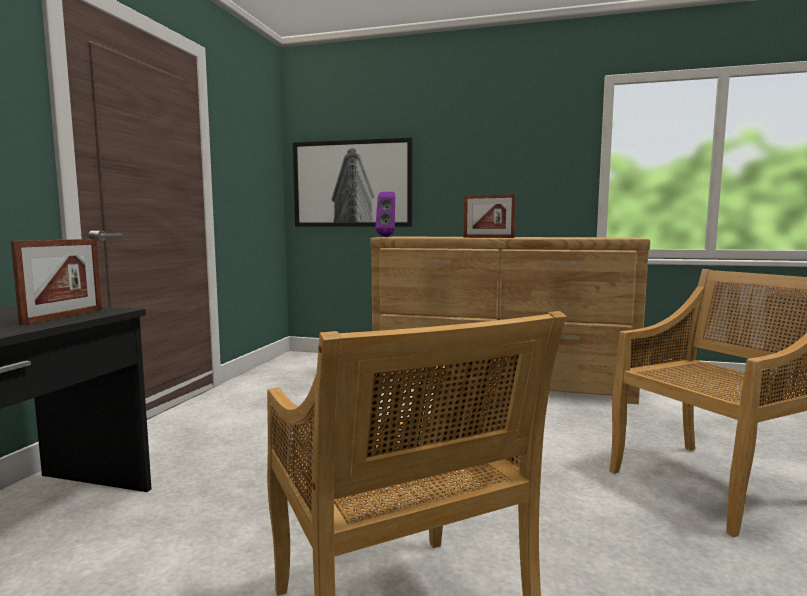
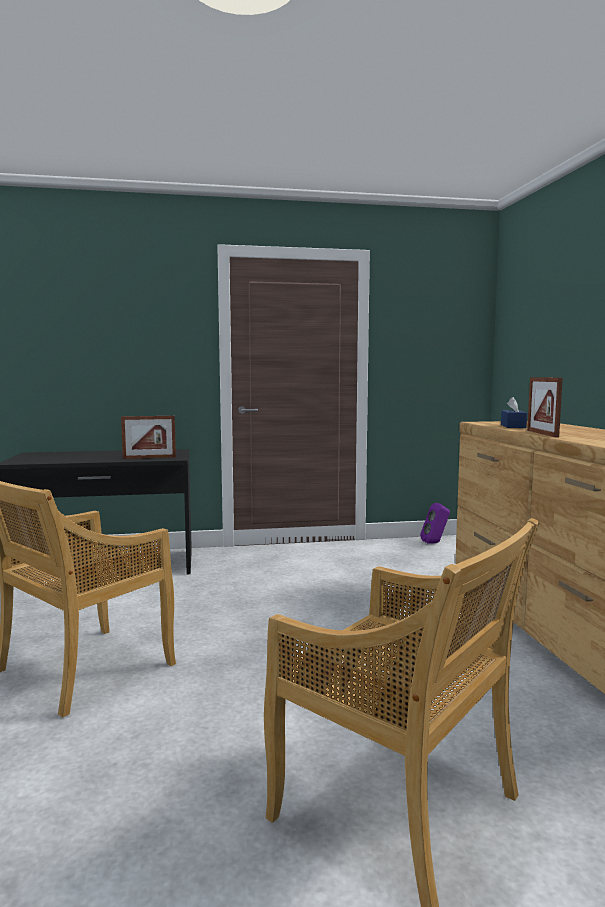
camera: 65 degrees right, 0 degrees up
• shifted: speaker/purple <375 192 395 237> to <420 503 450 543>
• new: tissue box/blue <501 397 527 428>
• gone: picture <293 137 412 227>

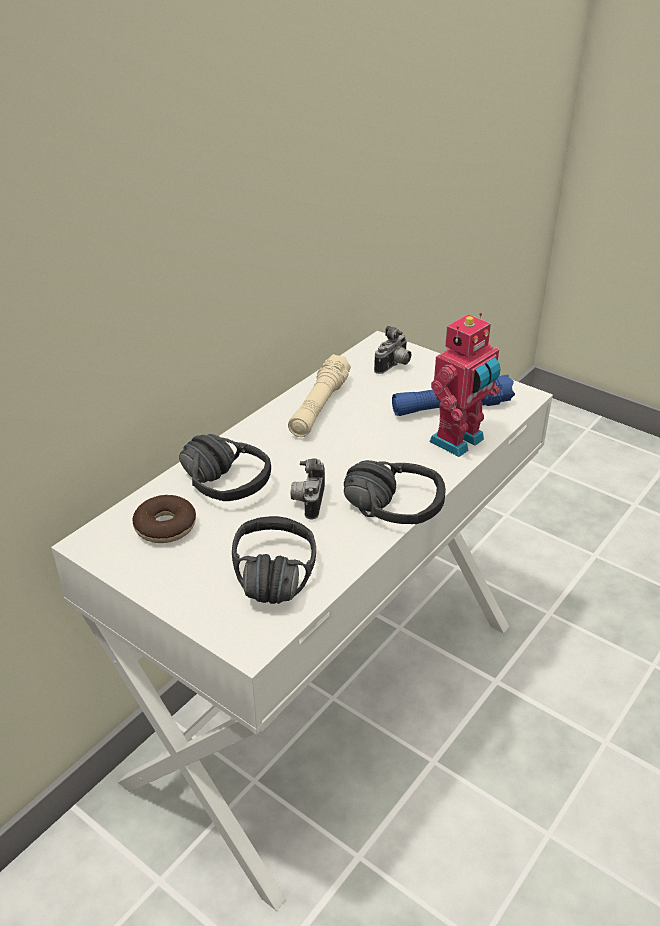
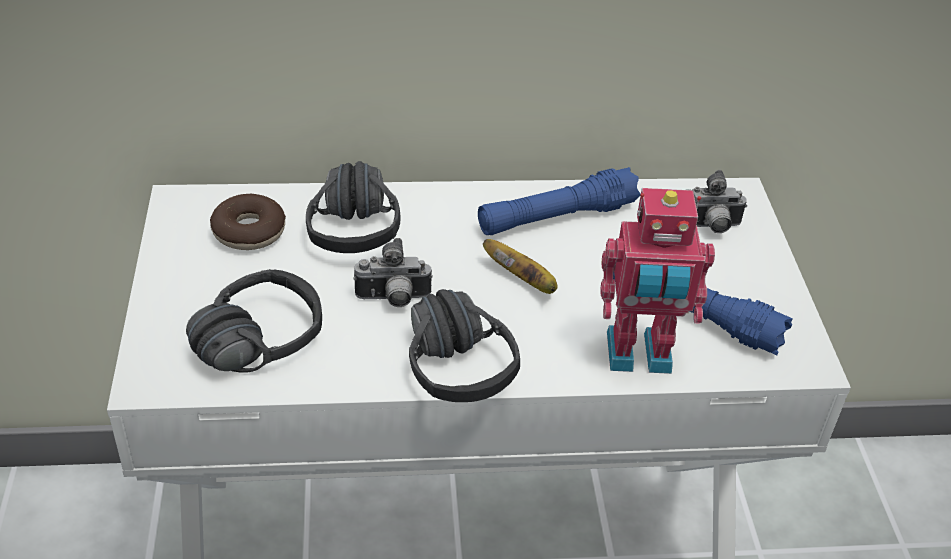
camera: 45 degrees right, 5 degrees up
• rotated: photo camera <291 458 325 520> = <353 238 433 307> 150 degrees counterclockwise
• repainted: flashlight/beige <288 354 351 437> to flashlight/blue <478 167 641 235>
• new: banana <483 239 558 294>

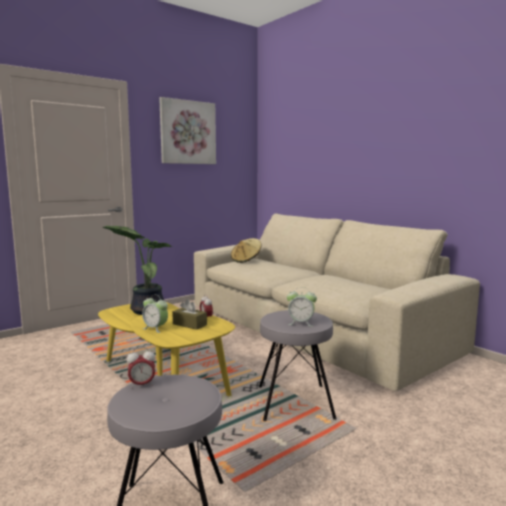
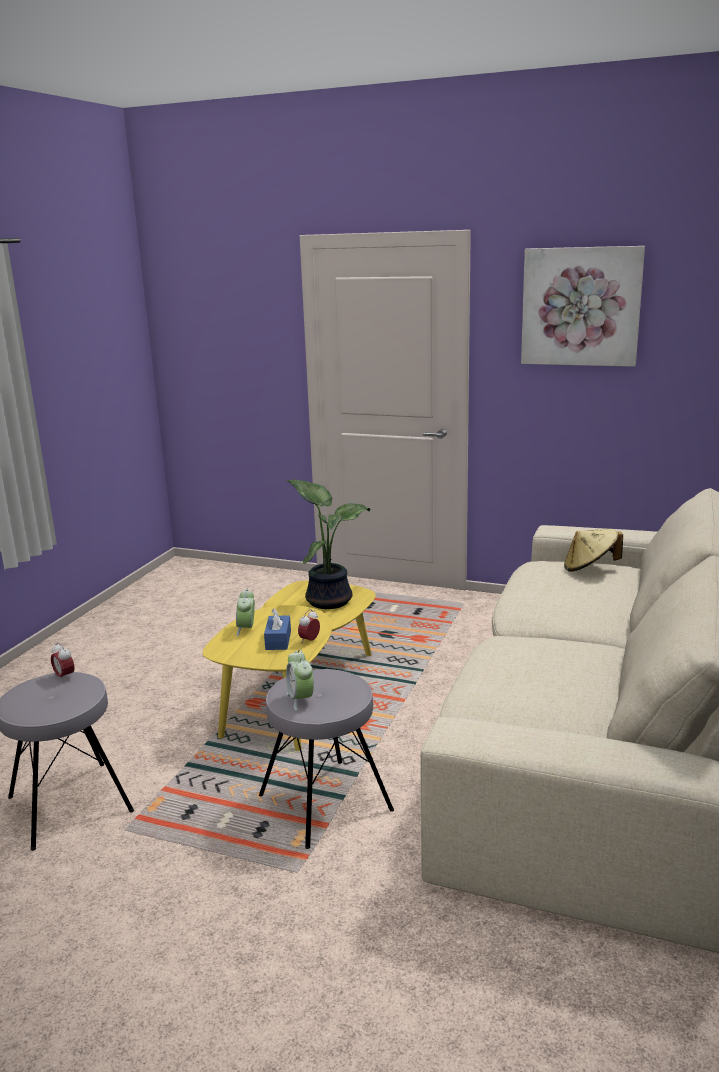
camera: 60 degrees right, 10 degrees up
• repainted: tissue box/brown <172 299 207 330> to tissue box/blue <264 608 291 650>

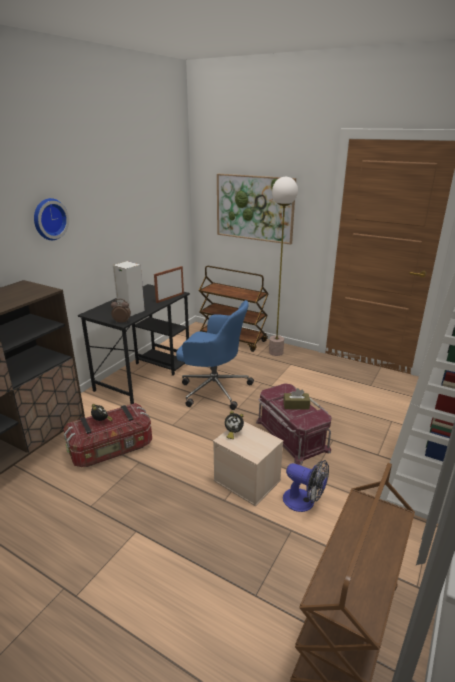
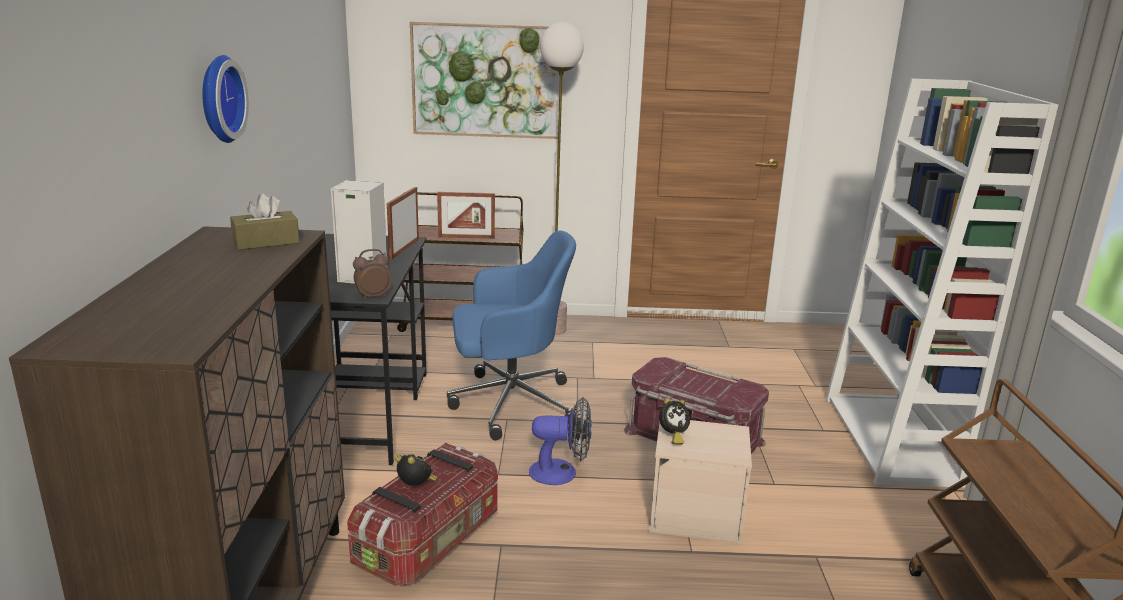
camera: 30 degrees left, 5 degrees down
• shifted: tissue box/brown <283 388 310 410> to <230 193 299 250>
• new: picture frame <437 192 495 239>
• shifted: fan <283 460 329 512> to <529 397 592 485>

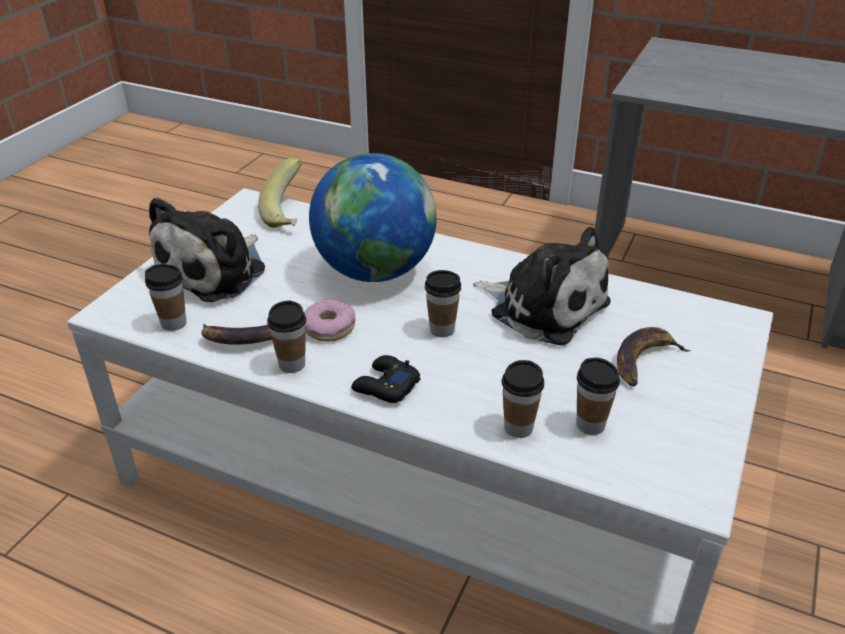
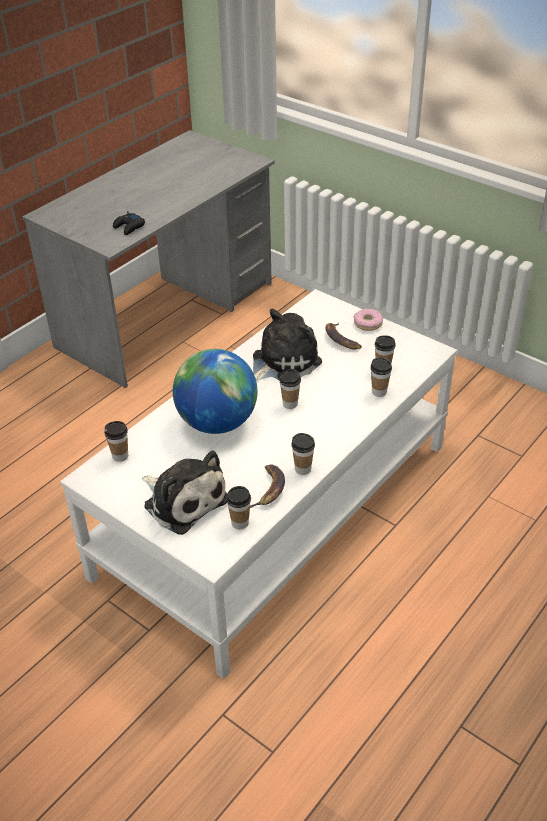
camera: 75 degrees left, 5 degrees up
• swapped: banana <258 158 302 228> to cup <104 421 128 462>
• shifted: game controller/black <351 355 421 403> to <113 211 145 235>
• shifted: donut <304 299 356 342> to <353 309 383 331>

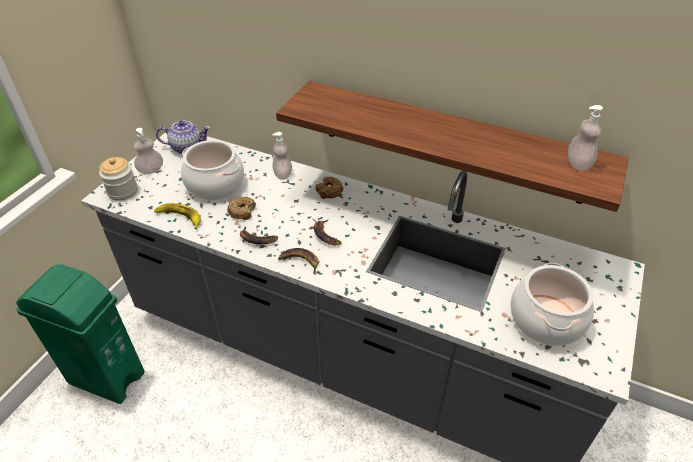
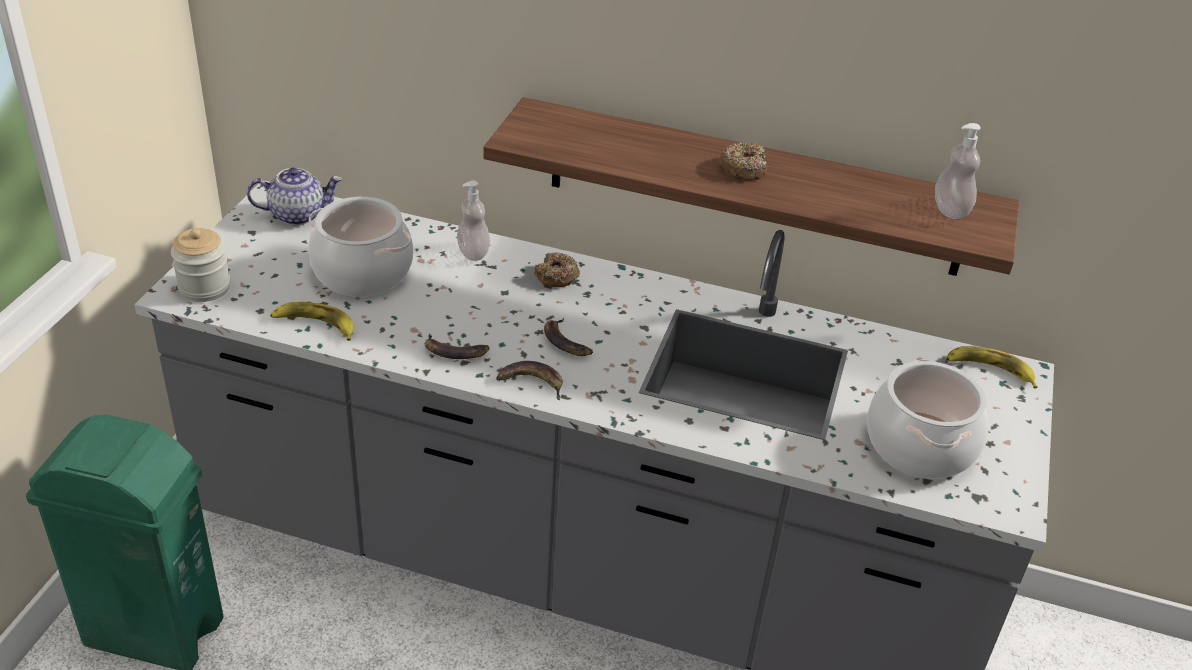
camera: 10 degrees left, 5 degrees down
• shifted: donut <227 196 256 220> to <719 142 767 180>
• new: banana <946 346 1038 388>
• gone: soap dispenser <133 128 163 175>

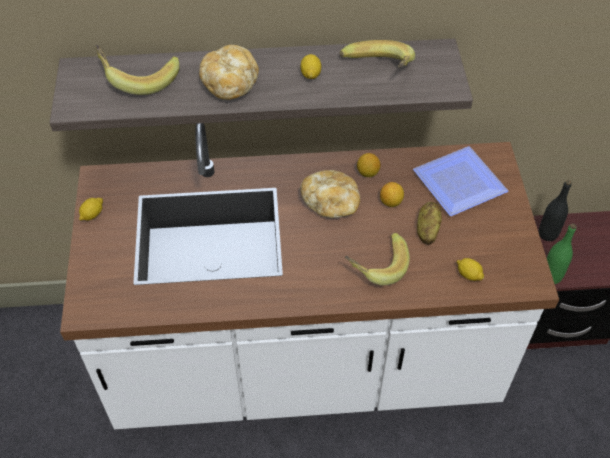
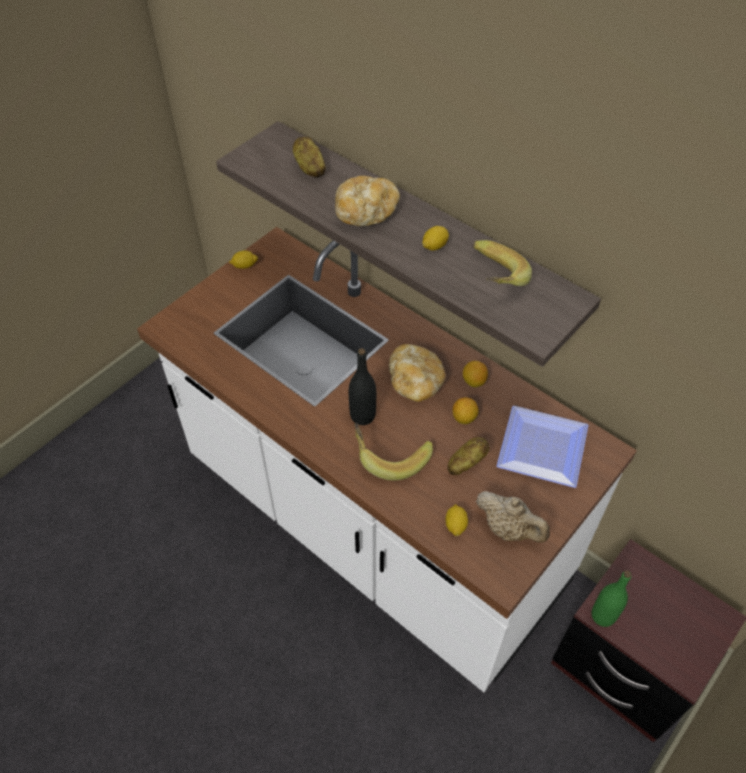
camera: 45 degrees right, 0 degrees up
• swapped: banana <95 45 180 95> to potato <293 136 326 177>
• shifted: bottle/black <539 180 571 241> to <349 348 376 425>
• new: teapot/beige <476 491 550 543>

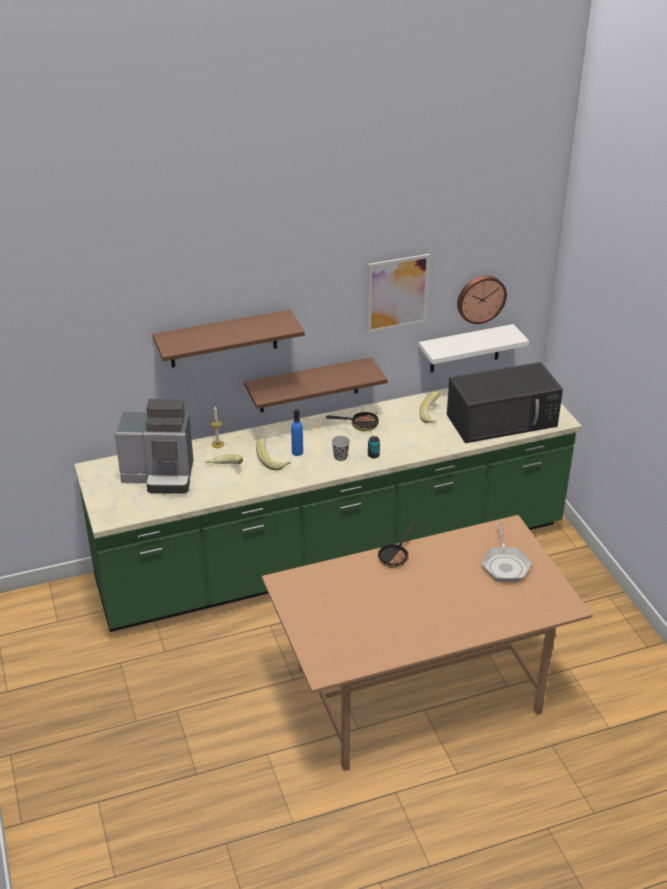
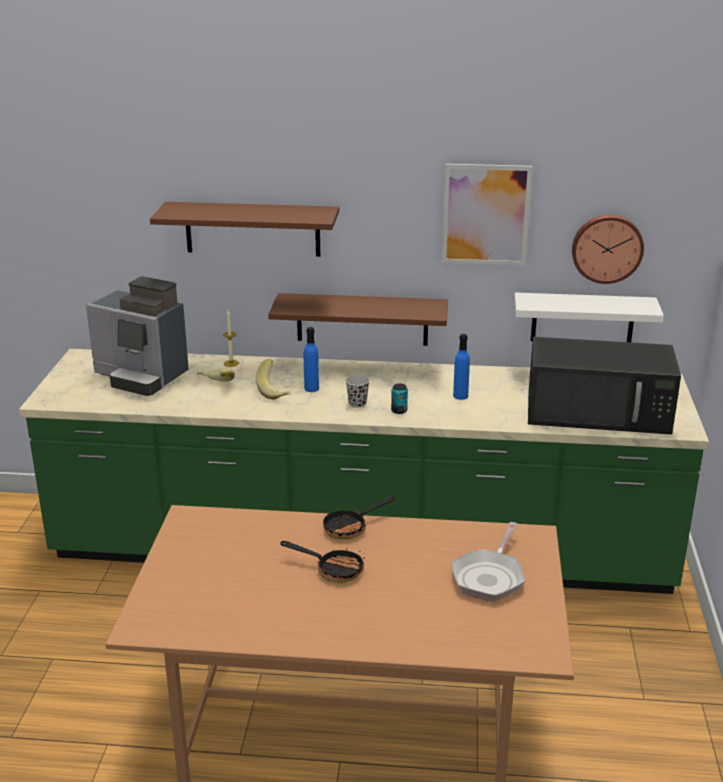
camera: 25 degrees right, 10 degrees down
• shifted: frying pan <326 410 379 431> to <280 541 365 583>
• new: bottle/blue <453 334 470 400>
• gone: banana <419 391 440 424>

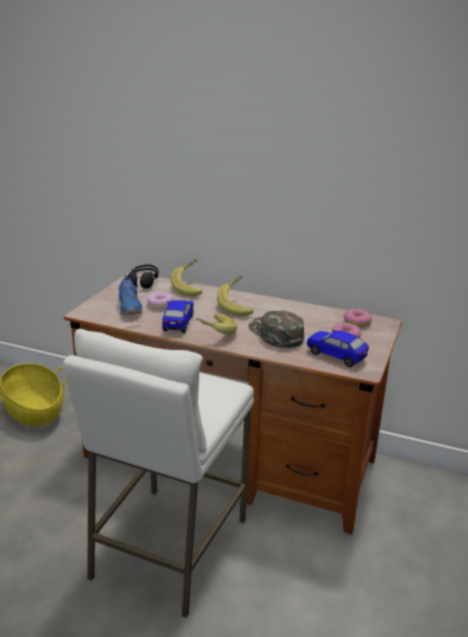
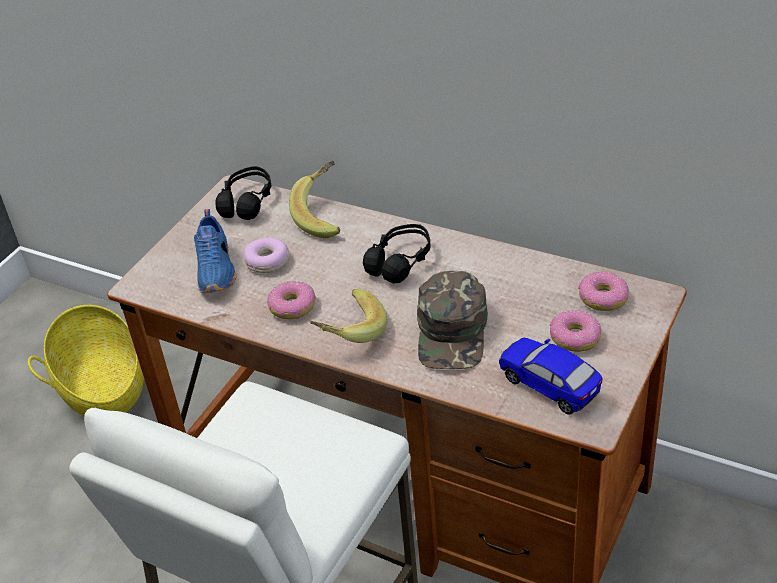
camera: 10 degrees right, 15 degrees up
• swapped: toy car <162 300 194 333> to donut <267 281 316 319>
• swapped: banana <217 276 253 317> to headphones/black <363 224 431 283>
• rotated: cap/green <248 311 304 348> = <417 270 488 369> 150 degrees counterclockwise

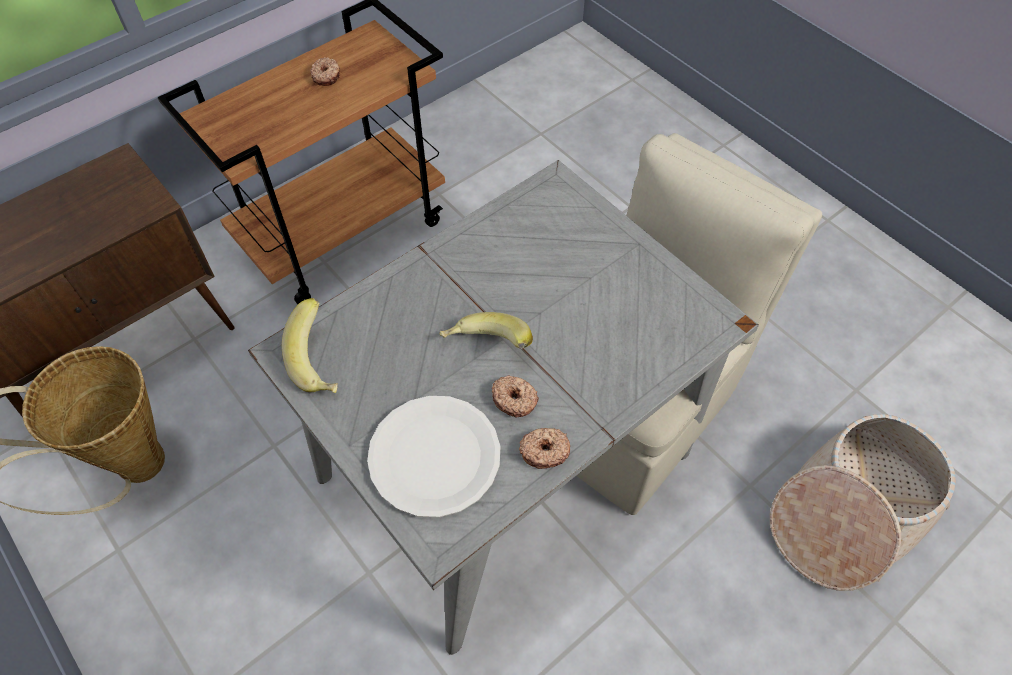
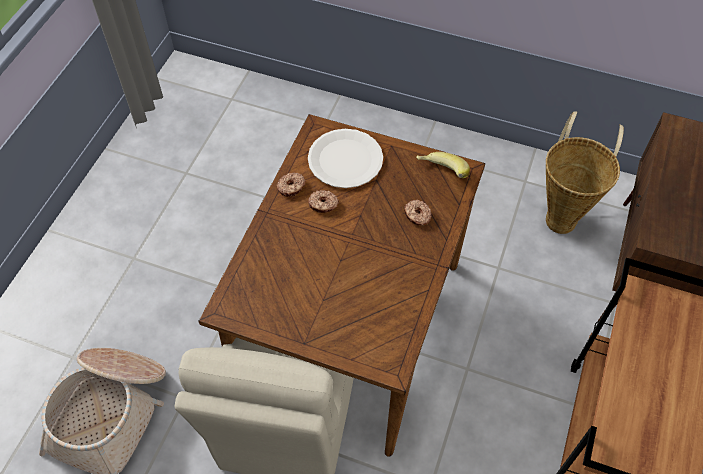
camera: 150 degrees right, 0 degrees up
• repainted: dining table/grey <248 160 759 655> to dining table/brown <198 114 485 457>
• shifted: donut <310 57 340 86> to <404 200 432 225>
• gone: banana <440 312 533 349>

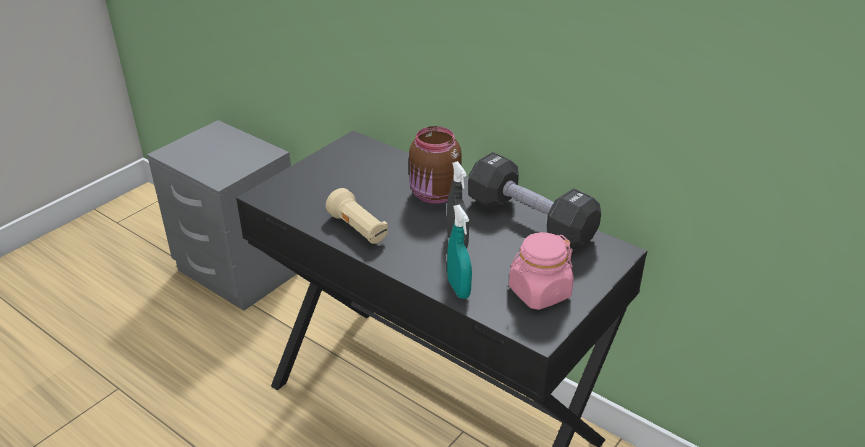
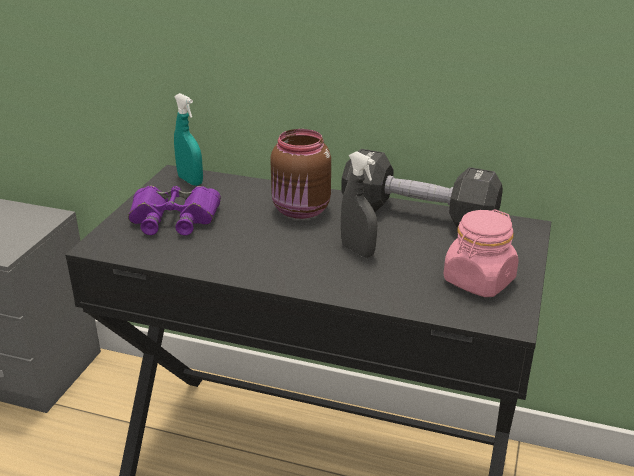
camera: 20 degrees left, 5 degrees down
• new: binoculars/purple <128 186 221 235>
• shifted: spray bottle/turquoise <447 205 472 299> to <174 93 203 186>
• gone: flashlight/beige <326 188 388 244>

